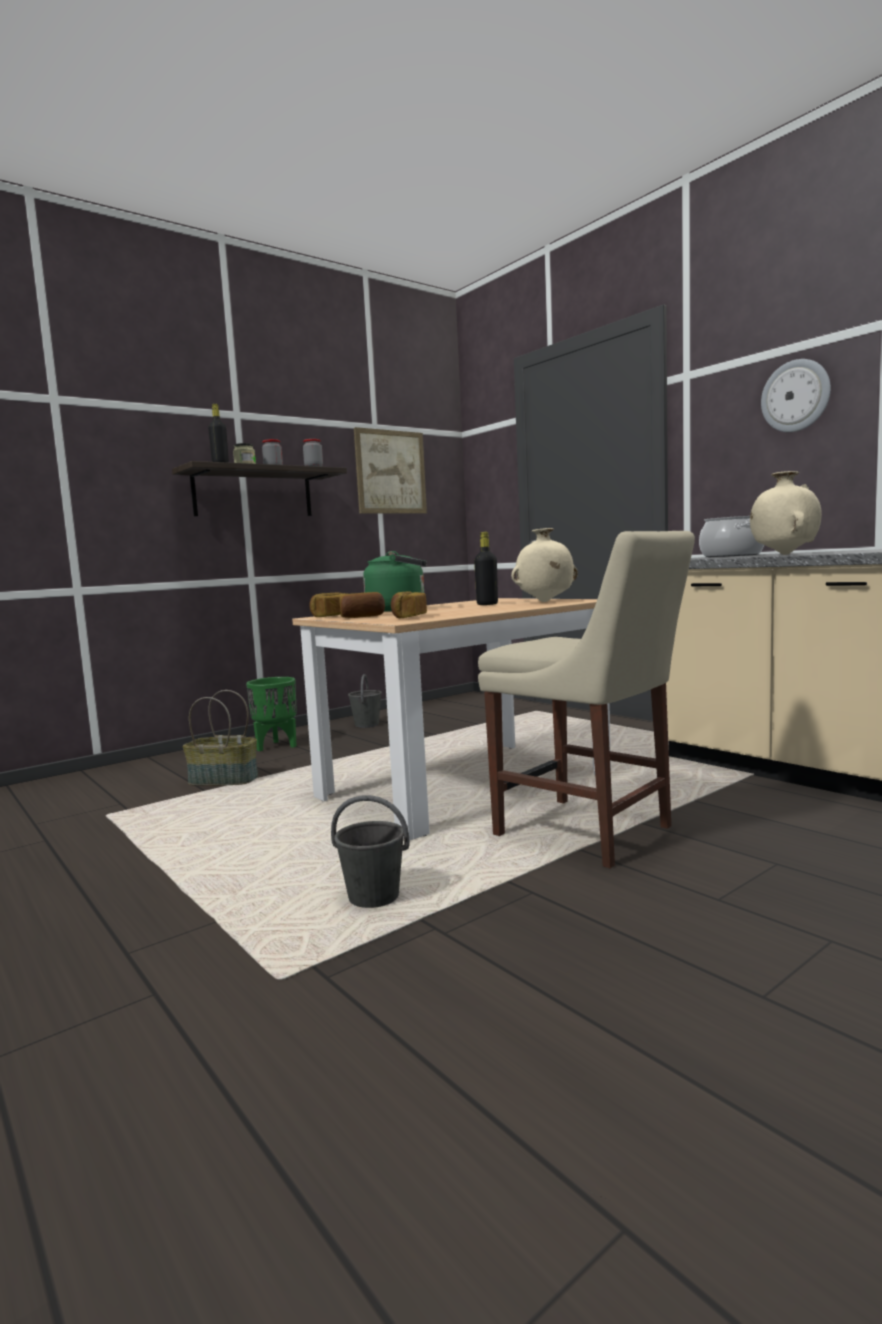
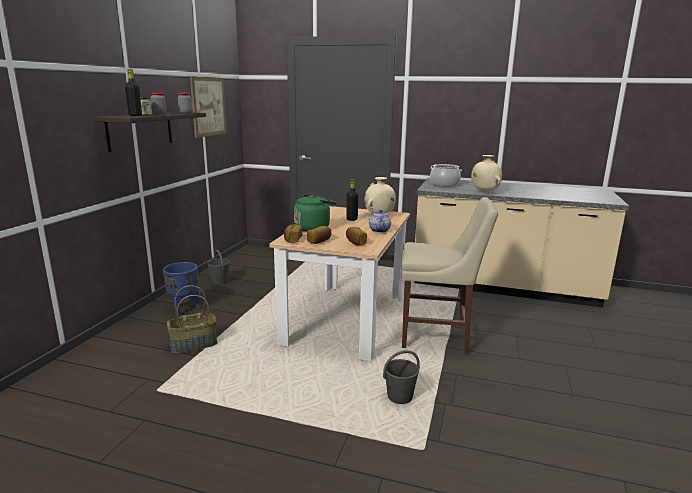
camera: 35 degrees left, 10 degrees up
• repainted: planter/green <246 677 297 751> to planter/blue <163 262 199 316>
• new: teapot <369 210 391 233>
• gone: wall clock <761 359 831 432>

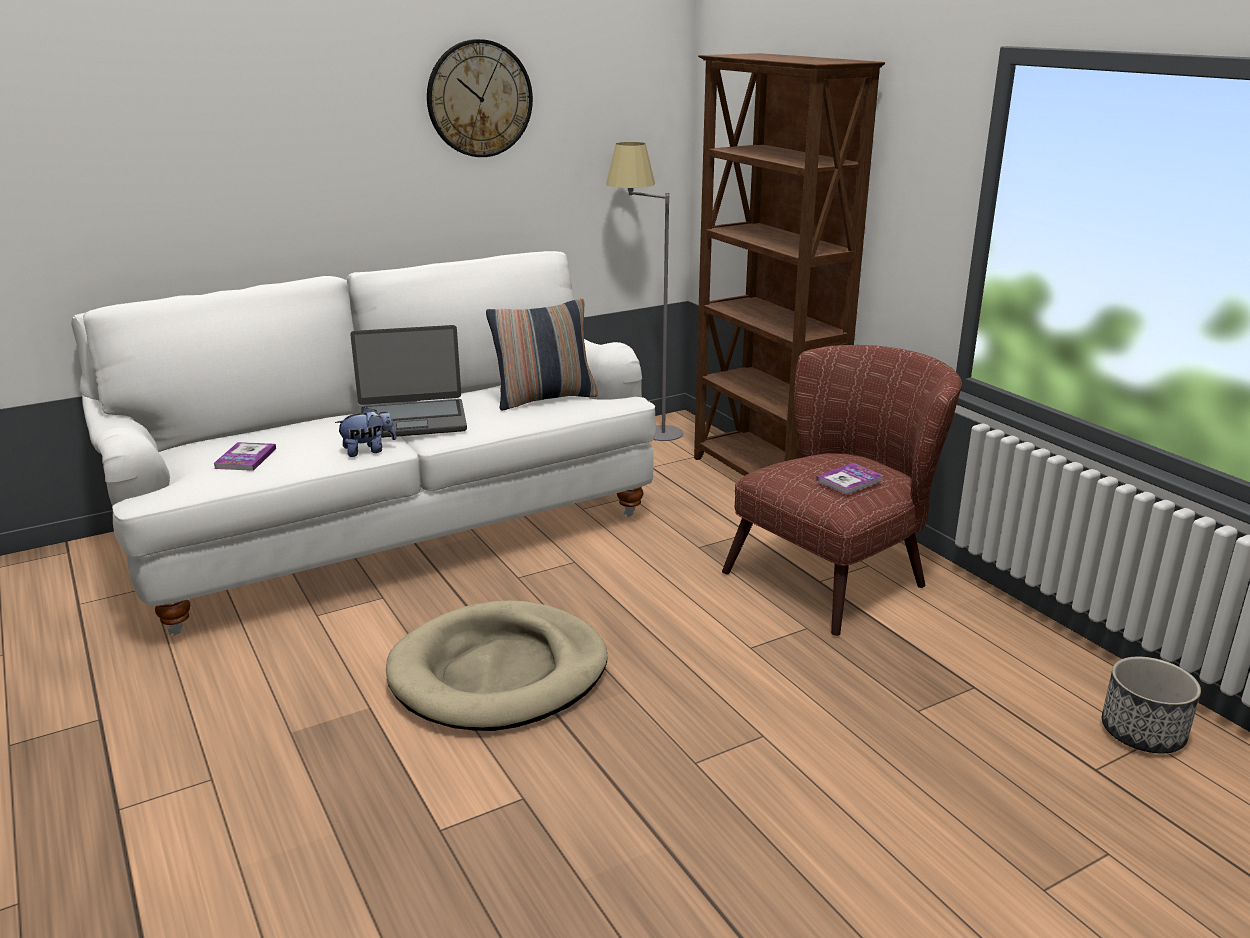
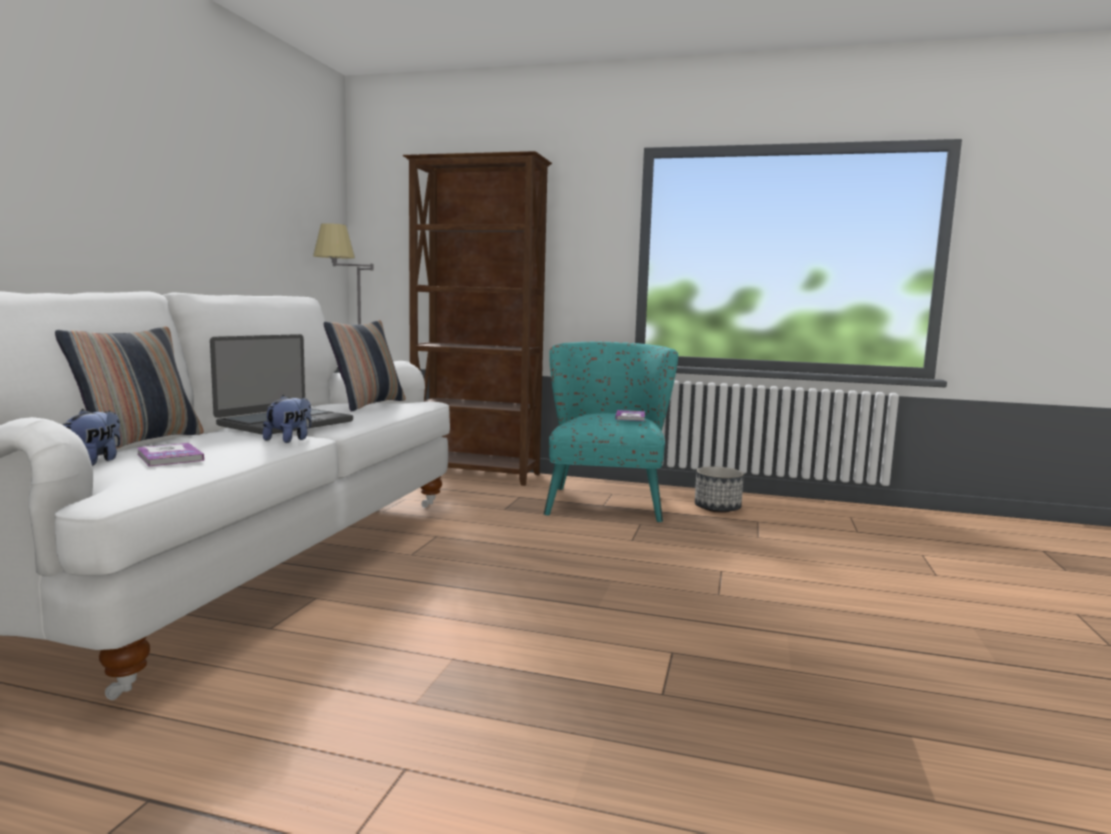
camera: 45 degrees left, 15 degrees down
• new: pillow <55 326 204 455>
• new: plush toy <63 409 121 466>
• repainted: armchair/brown <722 345 962 636> to armchair/turquoise <544 342 678 523>
• shifted: planter <1102 657 1201 753> to <695 467 744 513>
• gone: dog bed/beige <386 601 607 731>
• gone: wall clock <427 39 533 157>

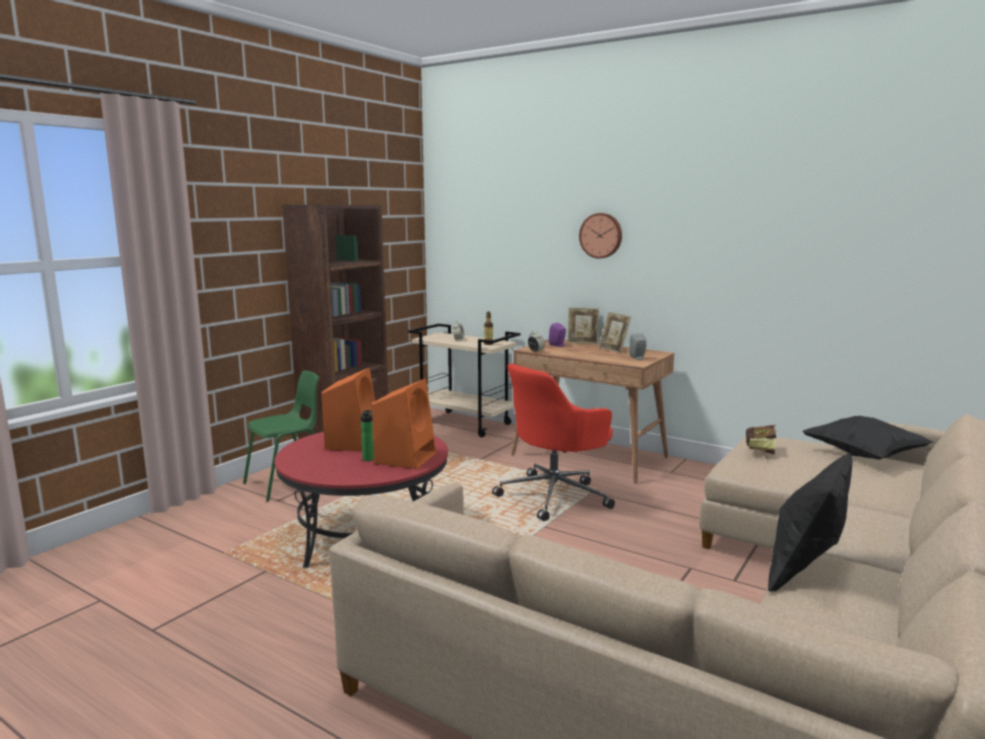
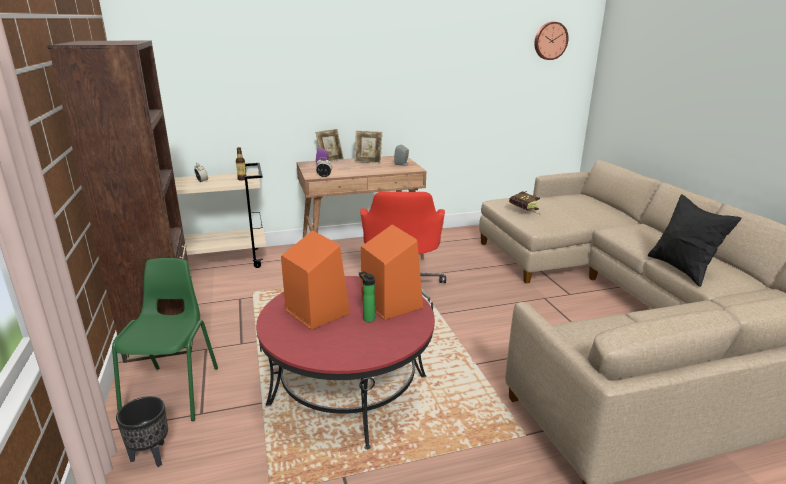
camera: 50 degrees left, 10 degrees up
• new: planter/black <116 396 168 467>
• shifted: wall clock <579 213 622 259> to <534 22 569 60>
• gone: pillow/black <802 416 934 460>

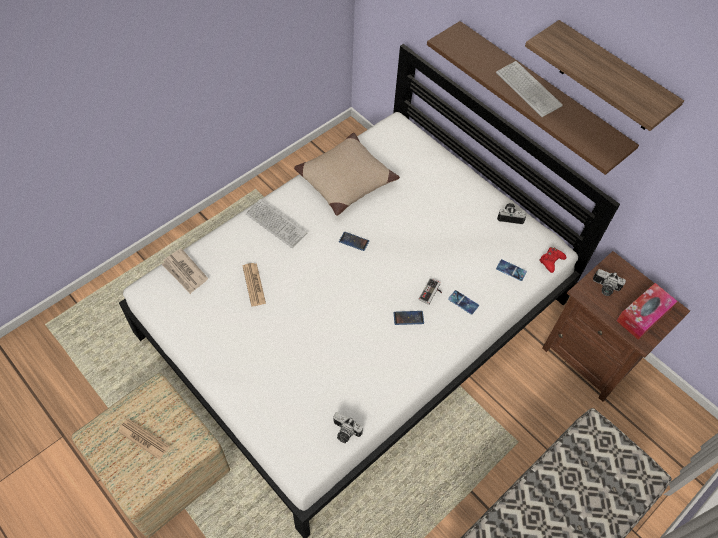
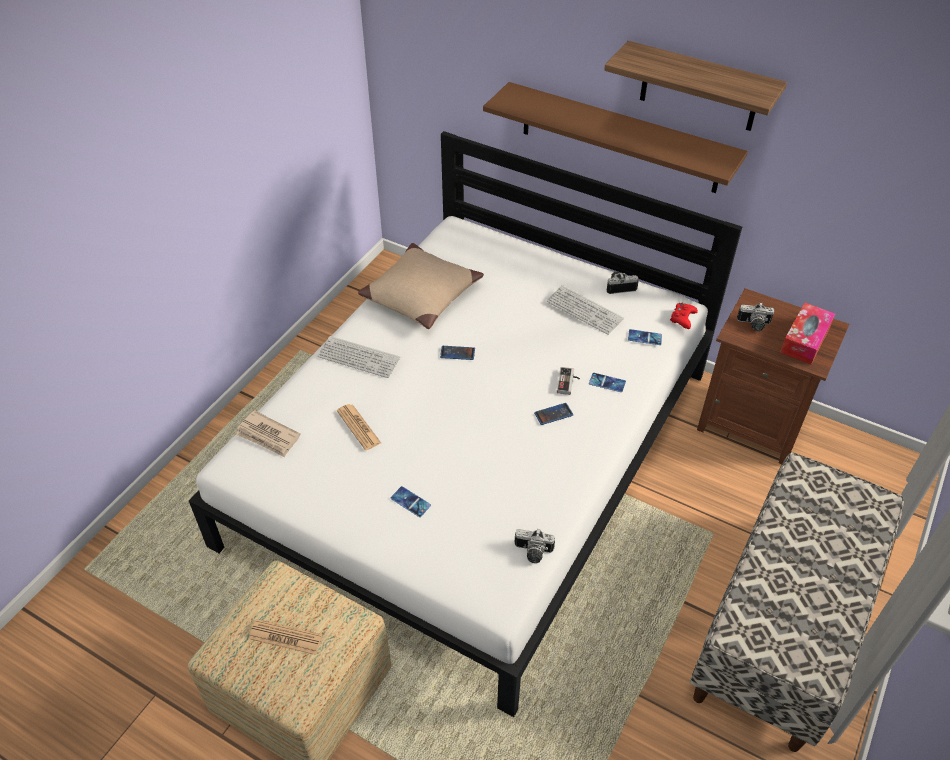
camera: 15 degrees left, 10 degrees down
• new: phone <391 486 431 517>
• shifted: keyboard <496 61 563 117> to <547 285 624 335>

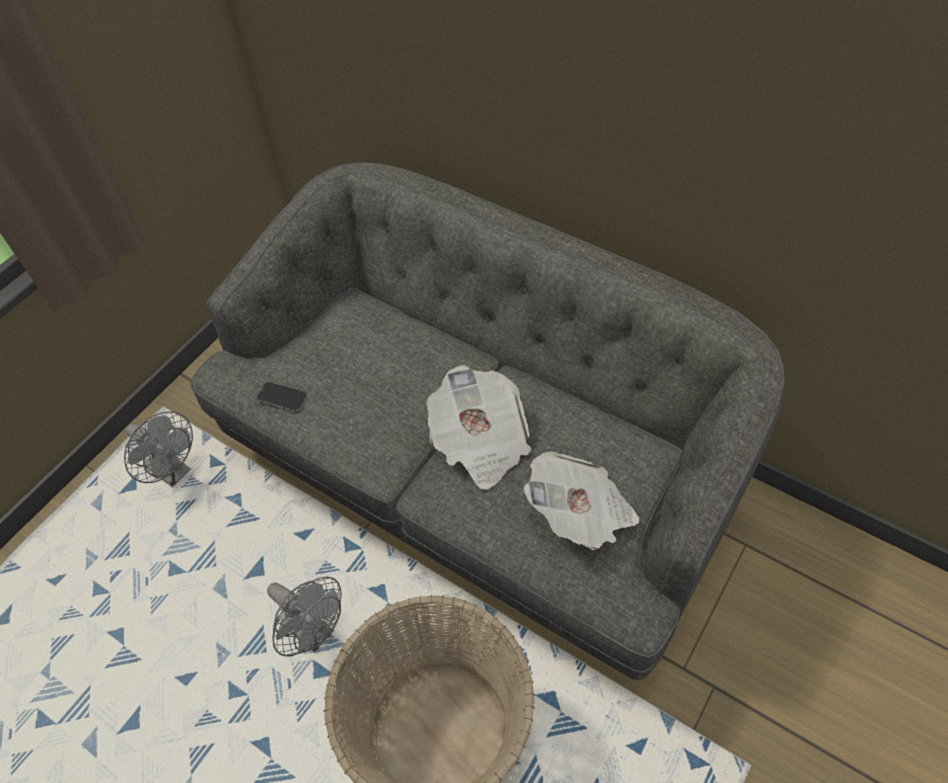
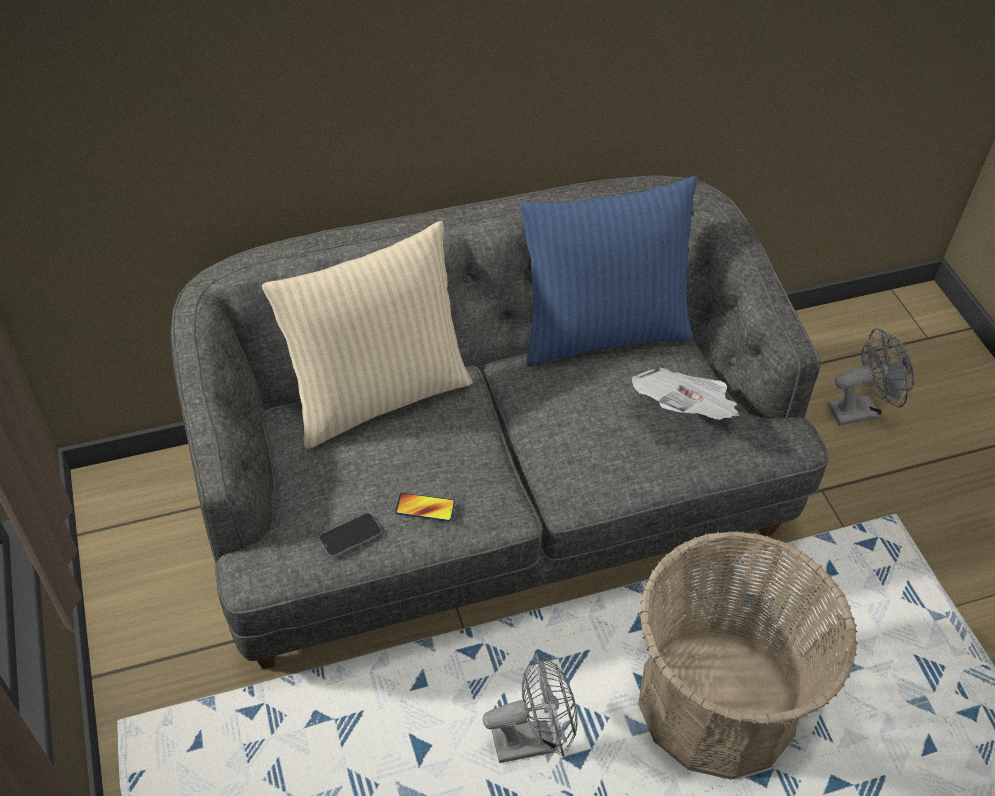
camera: 55 degrees left, 5 degrees down
• new: pillow/beige <262 221 473 449>
• new: phone <395 493 455 522>
• new: pillow/blue <520 176 697 366>
• shifted: fan/grey <124 411 193 487> to <828 328 914 426>
• gone: newspaper <426 365 531 490>

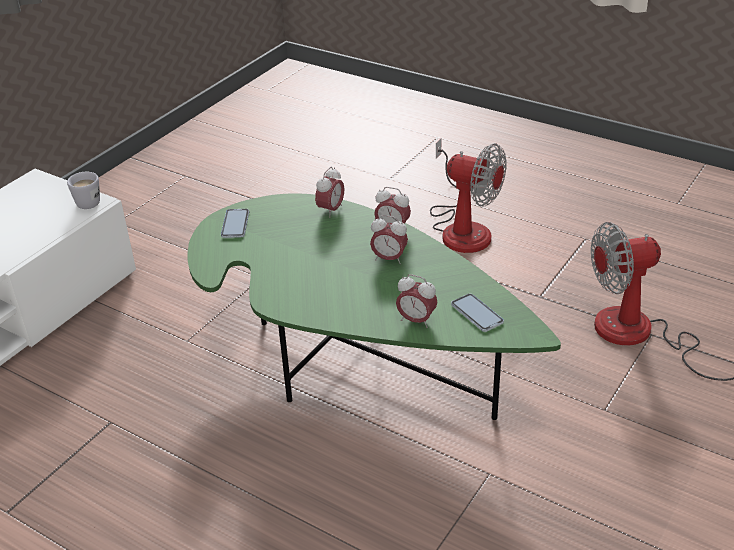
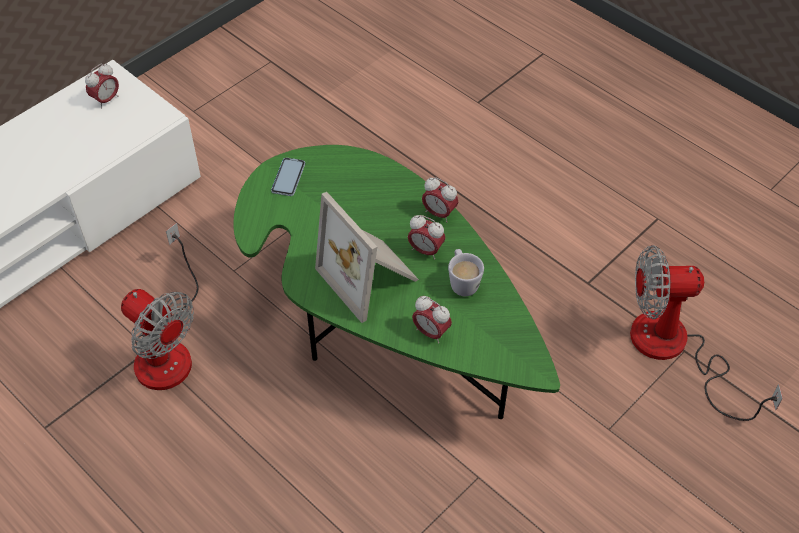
camera: 10 degrees right, 15 degrees up
• shifted: alarm clock <315 167 344 218> to <85 63 119 109>
• shifted: fan <430 138 507 253> to <121 223 198 390>
• new: picture frame <315 192 419 323>
• shifted: mug/white <67 172 100 209> to <448 249 484 296>
• gone: phone <451 294 504 332>

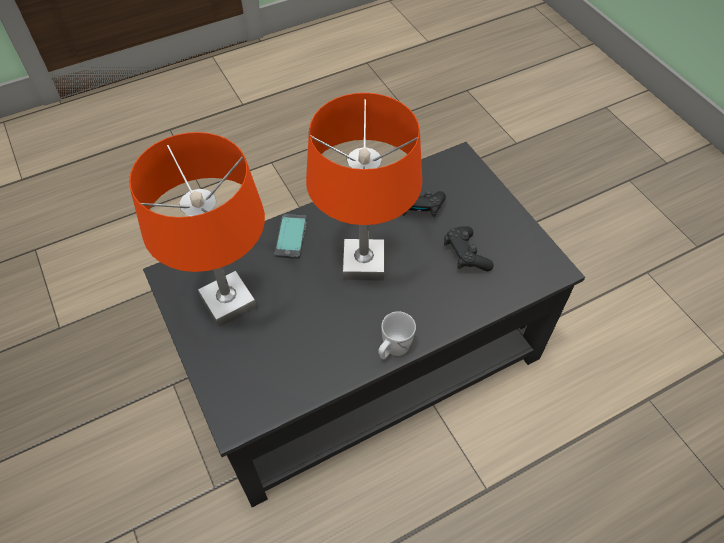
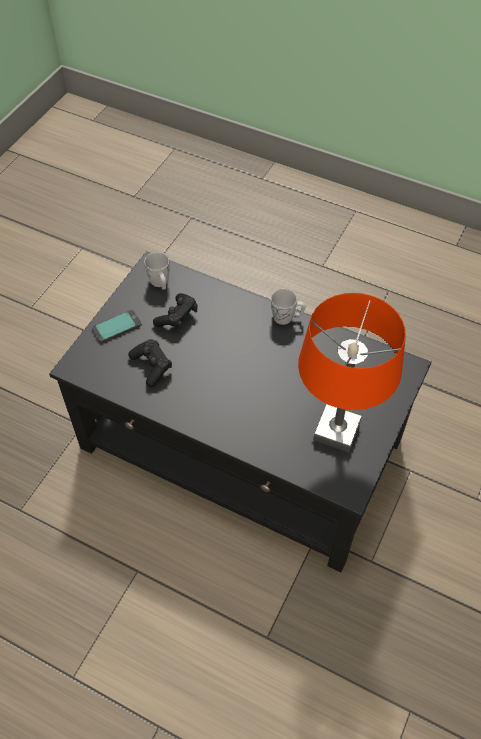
camera: 125 degrees left, 0 degrees up
• shifted: phone <274 214 307 259> to <92 310 142 343>
• new: mug/white <144 252 170 290>
• gone: table lamp/orange <306 93 422 281>

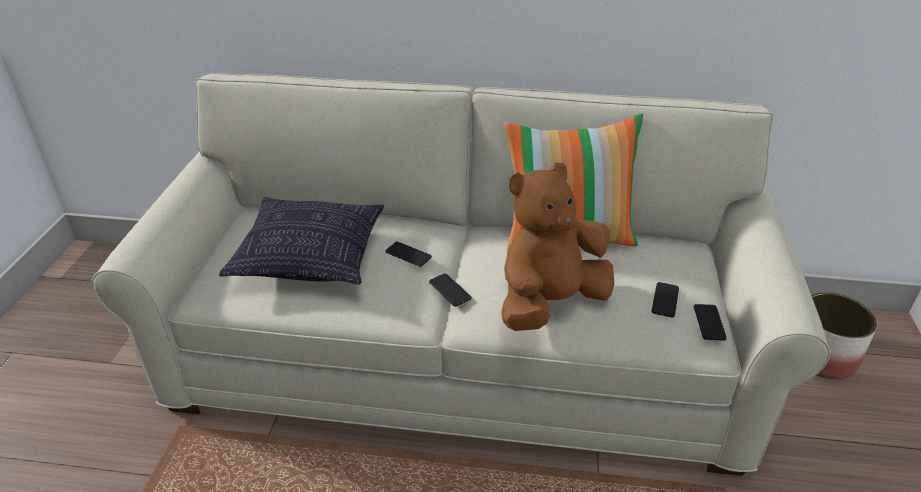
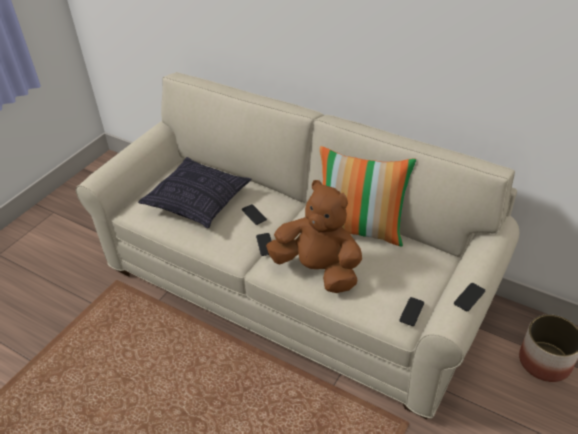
camera: 25 degrees right, 5 degrees up
• rotated: plush toy/brown <501 163 614 331> = <266 180 362 293> 45 degrees clockwise
• shifted: phone <652 282 679 318> to <454 283 485 311>

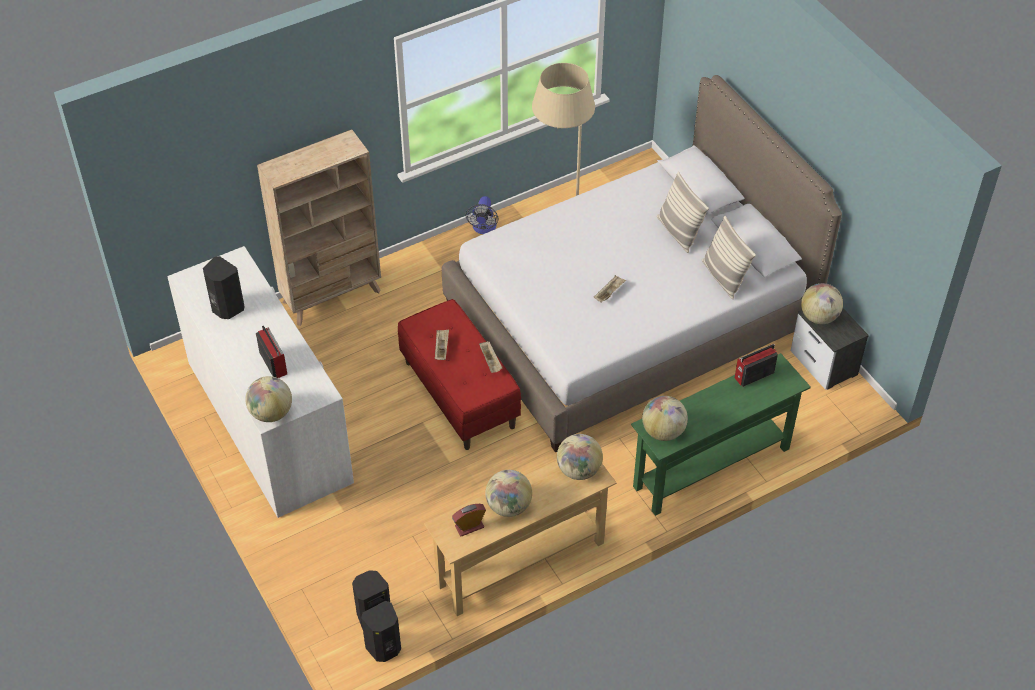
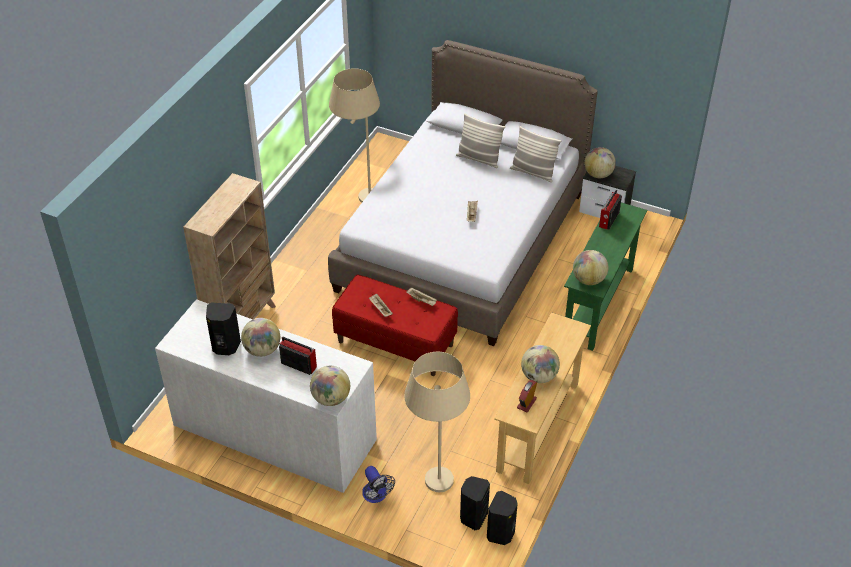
camera: 35 degrees left, 5 degrees down
• shifted: globe <557 434 603 480> to <241 318 280 357>
• shifted: fan <465 196 499 234> to <362 466 395 503>
• new: floor lamp/beige <404 352 470 492>

